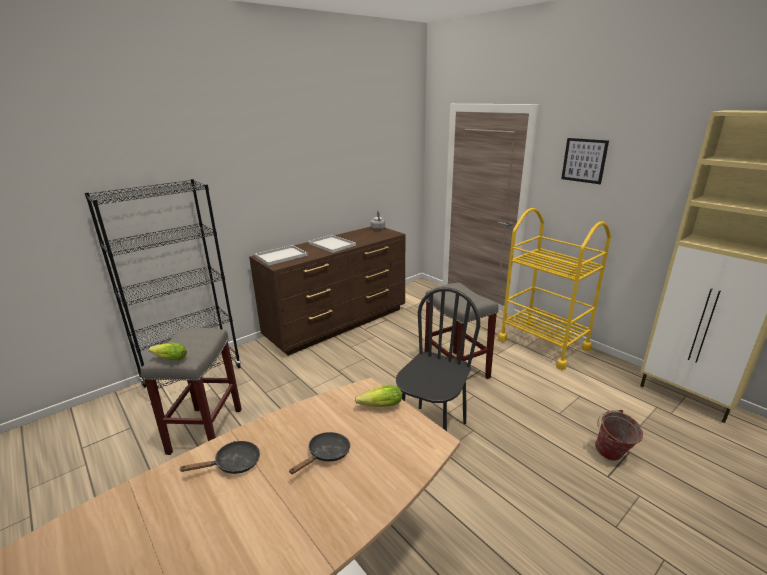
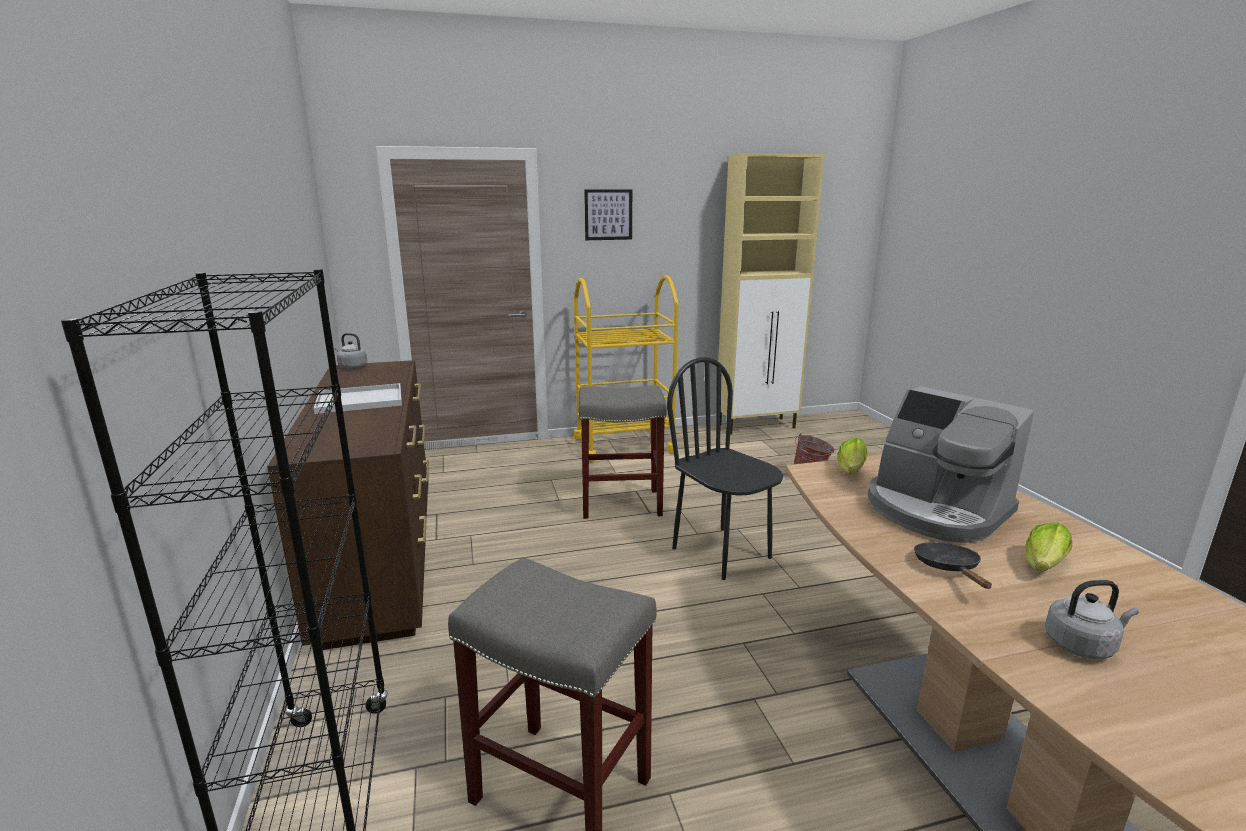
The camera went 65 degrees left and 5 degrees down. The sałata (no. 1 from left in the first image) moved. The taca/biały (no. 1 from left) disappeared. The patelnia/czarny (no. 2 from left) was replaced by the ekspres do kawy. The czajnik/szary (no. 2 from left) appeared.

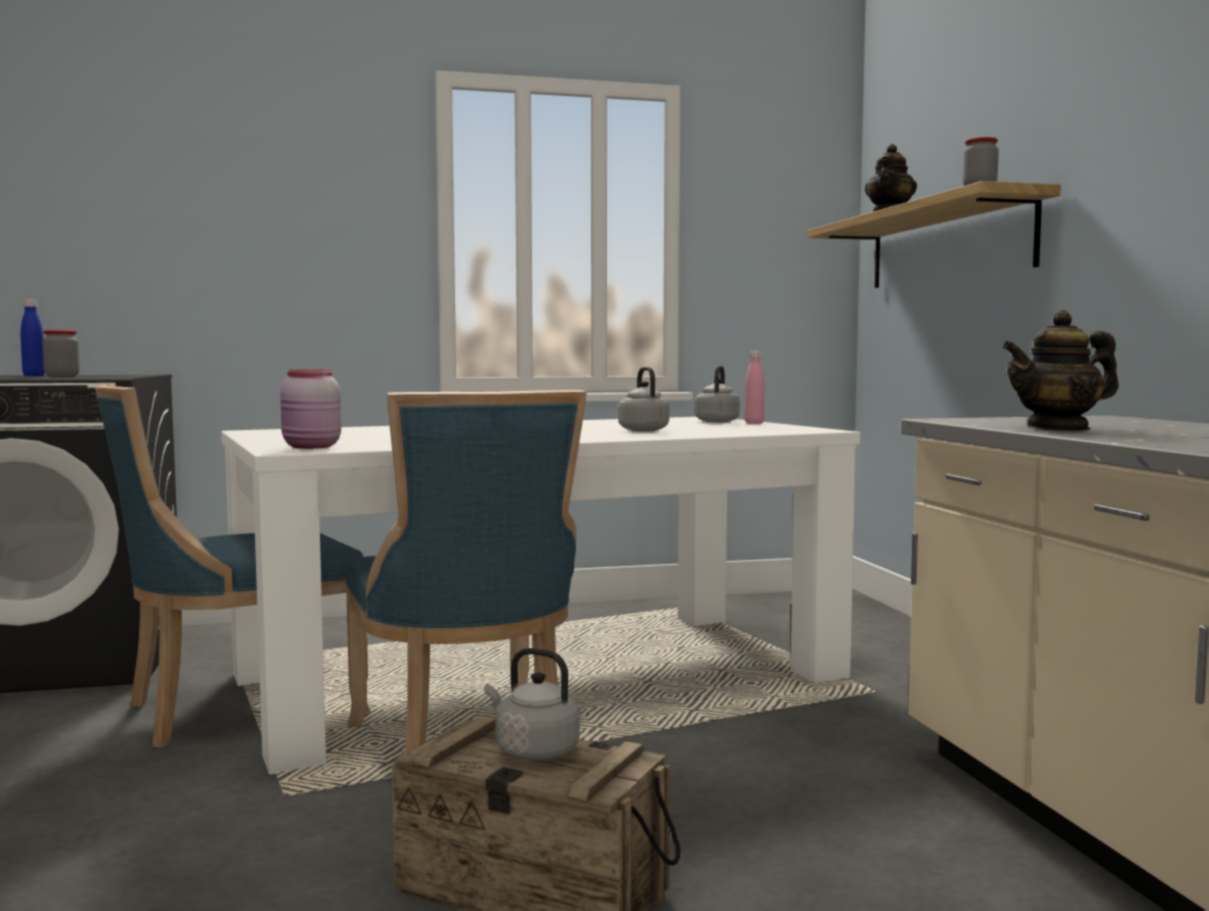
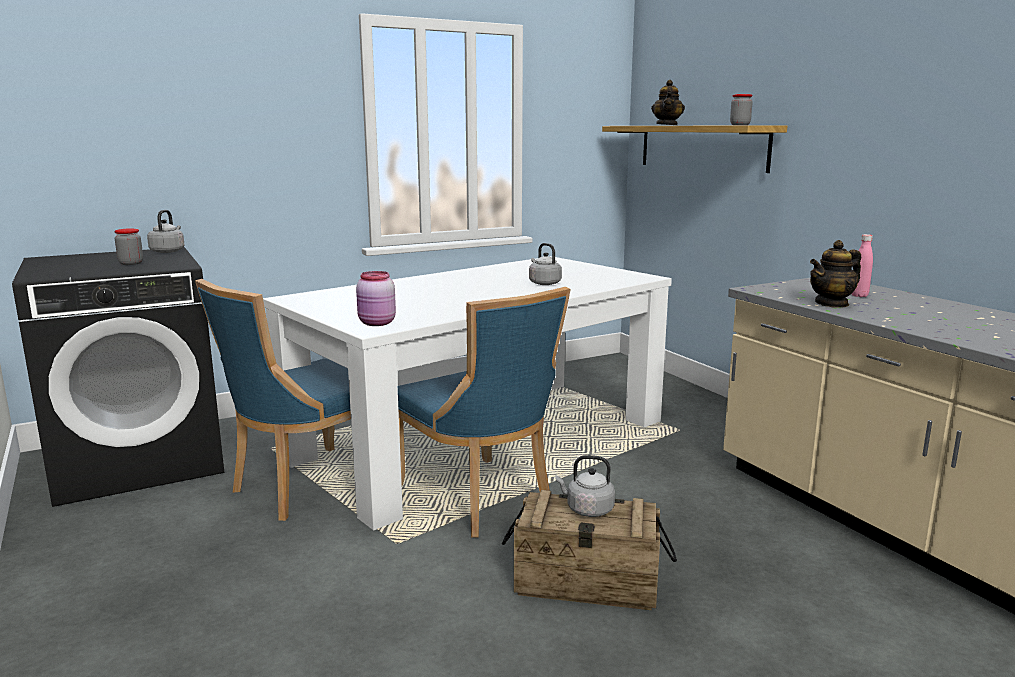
The camera went 15 degrees left and 10 degrees up. The butelka/niebieski disappeared. The czajnik/szary (no. 3 from left in the first image) moved. The butelka/różowy moved.

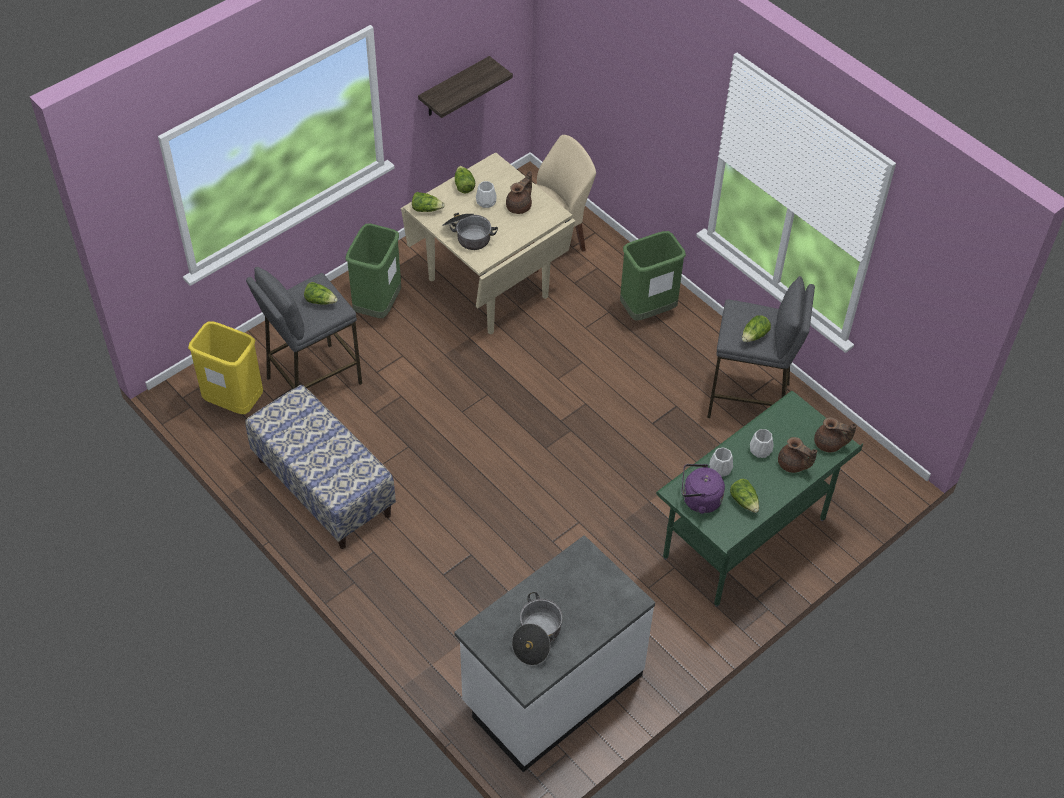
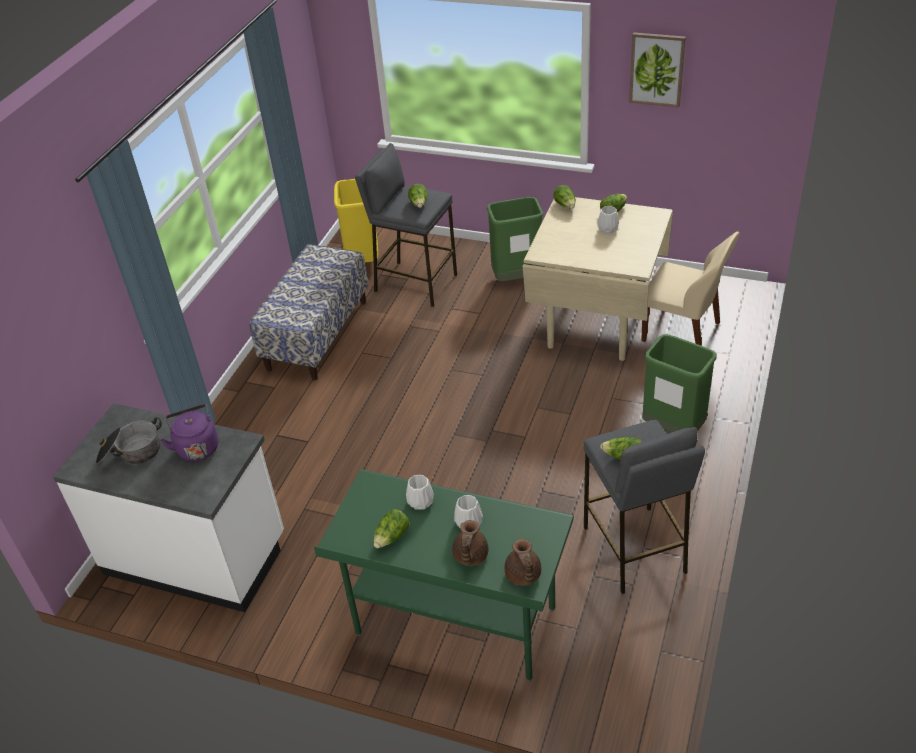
The camera went 65 degrees right and 10 degrees down. The półka disappeared. The garnek (no. 1 from left) disappeared. The imbryk/brązowy (no. 1 from left) disappeared. The czajnik/fioletowy moved. The obraz appeared.

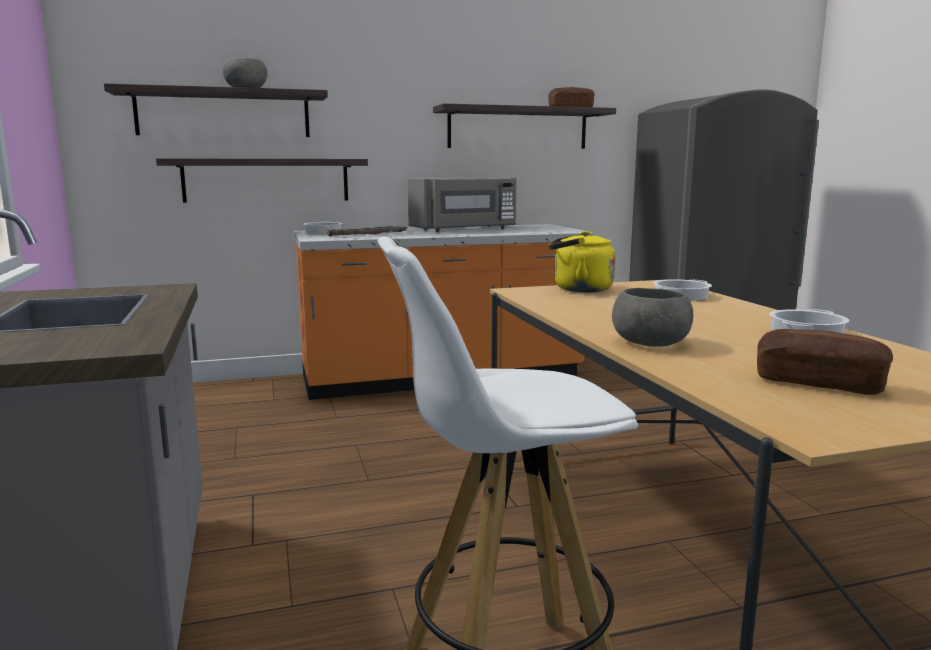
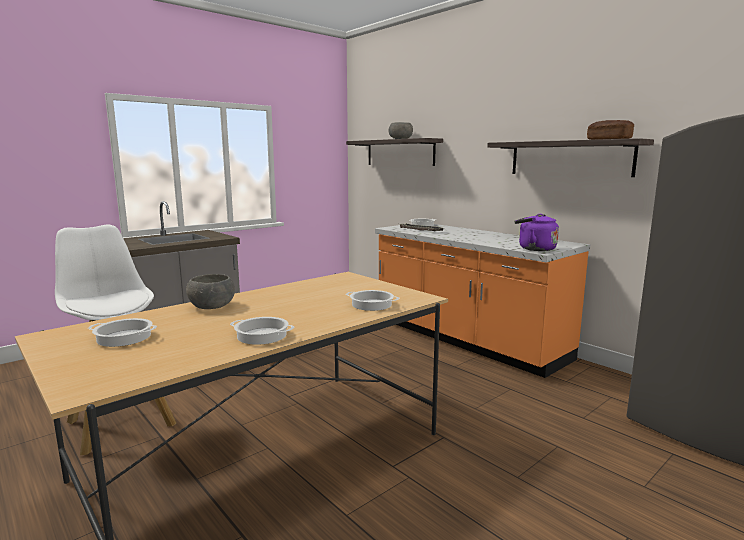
The camera went 65 degrees right and 0 degrees up. The półka (no. 2 from left) disappeared. The mikrofalówka/szary disappeared. The czajnik/żółty disappeared. The chleb (no. 2 from left) was replaced by the garnek (no. 1 from left). The czajnik/fioletowy appeared.

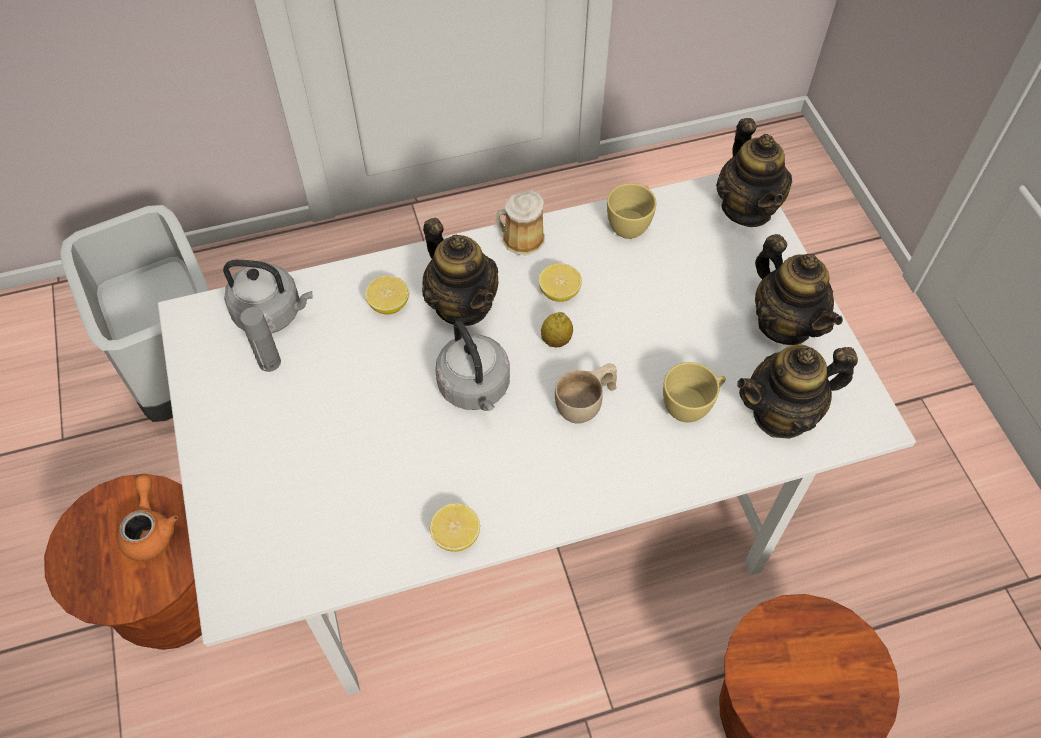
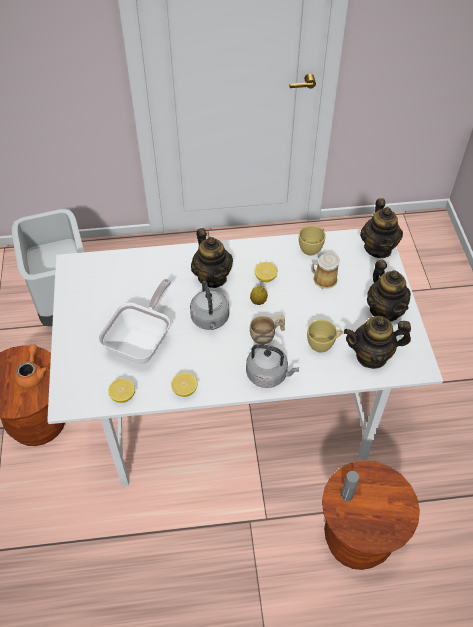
The camera went 10 degrees right and 5 degrees down. The czajnik/szary (no. 1 from left in the first image) moved. The butelka/szary moved. The cytryna (no. 1 from left) moved. The kubek moved. The patelnia appeared.

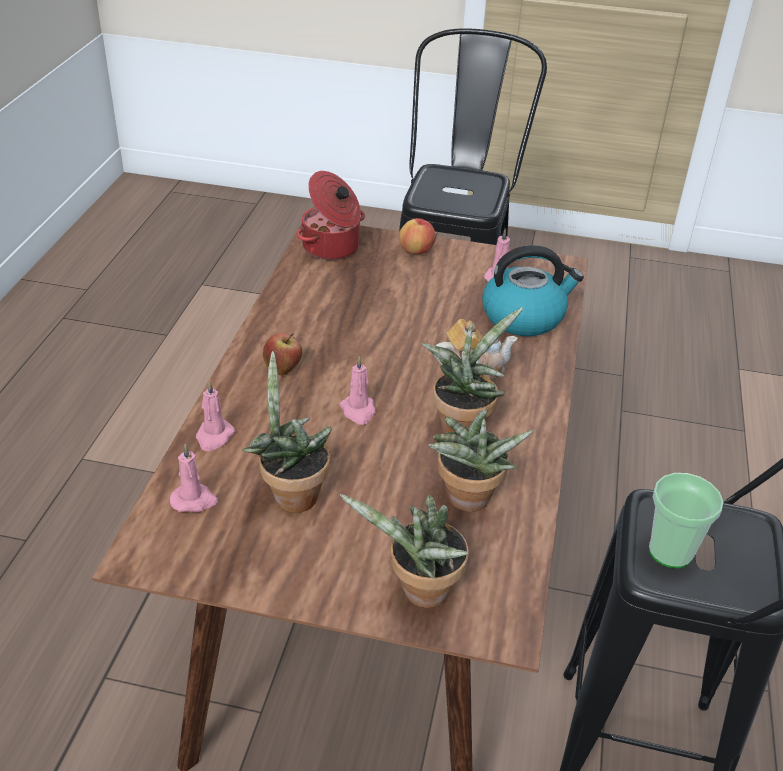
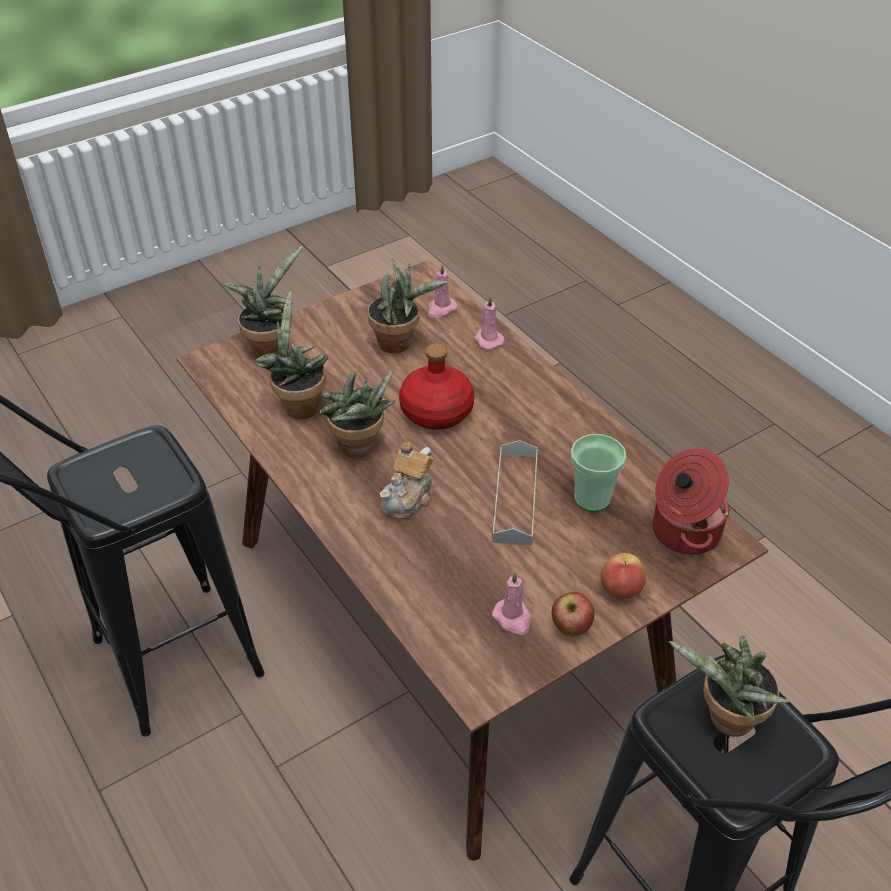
The camera went 135 degrees right and 5 degrees up. The jabłko (no. 1 from left) moved. The świeca/różowy (no. 3 from left) was replaced by the butelka/czerwony. The czajnik disappeared. The filiżanka moved. The taca/szary appeared. The roślina doniczkowa (no. 5 from left) appeared.

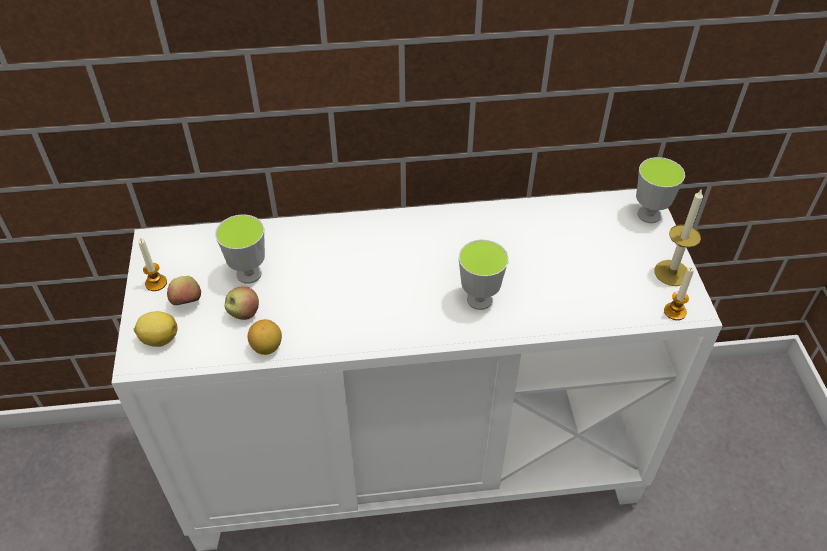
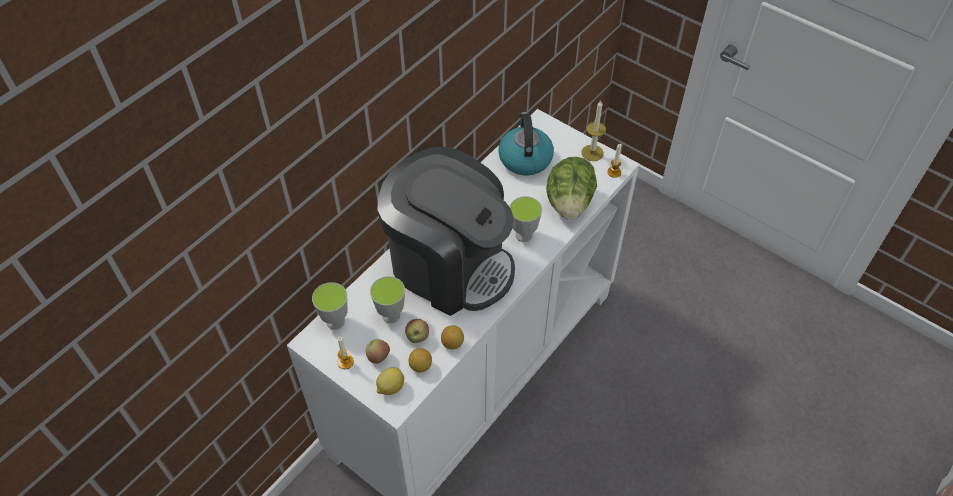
The camera went 45 degrees left and 5 degrees up. The filiżanka (no. 3 from left in the first image) moved. The ekspres do kawy appeared. The cytryna (no. 2 from left) appeared. The czajnik appeared. The sałata appeared.

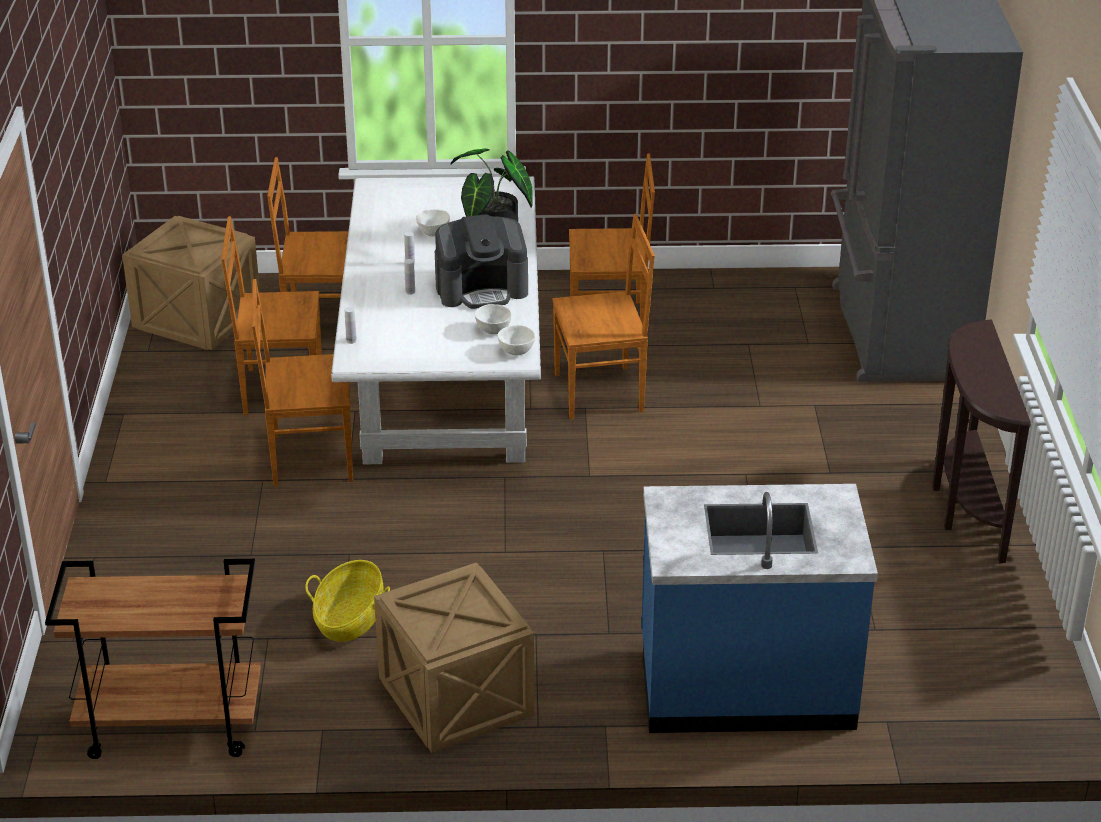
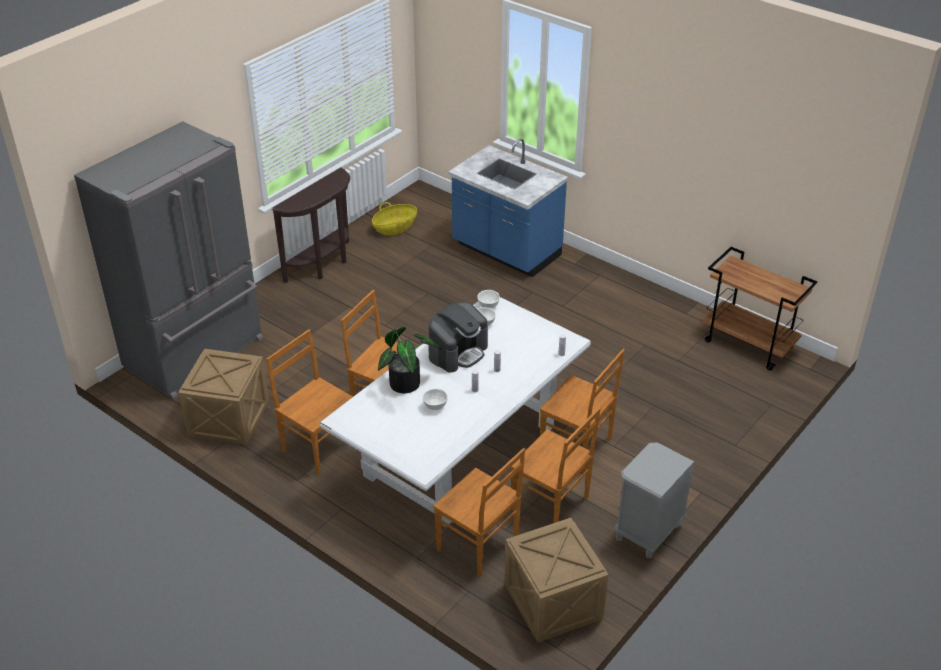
The camera went 140 degrees left and 5 degrees up. The koszyk moved. The skrzynka (no. 2 from left in the first image) moved. The ekspres do kawy turned 105 degrees clockwise. The szafka nocna/szary appeared.

